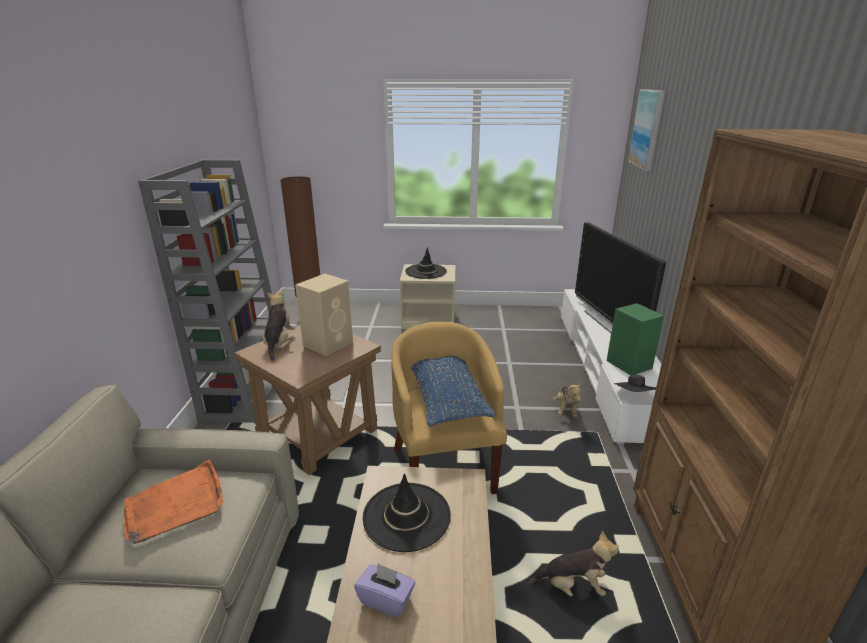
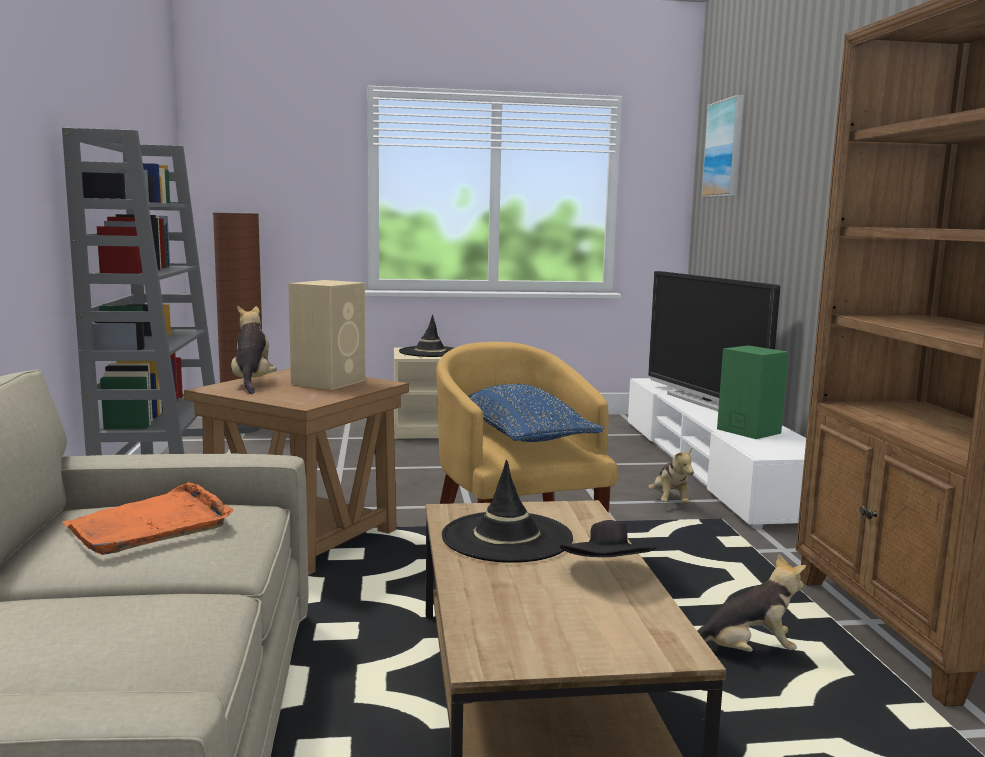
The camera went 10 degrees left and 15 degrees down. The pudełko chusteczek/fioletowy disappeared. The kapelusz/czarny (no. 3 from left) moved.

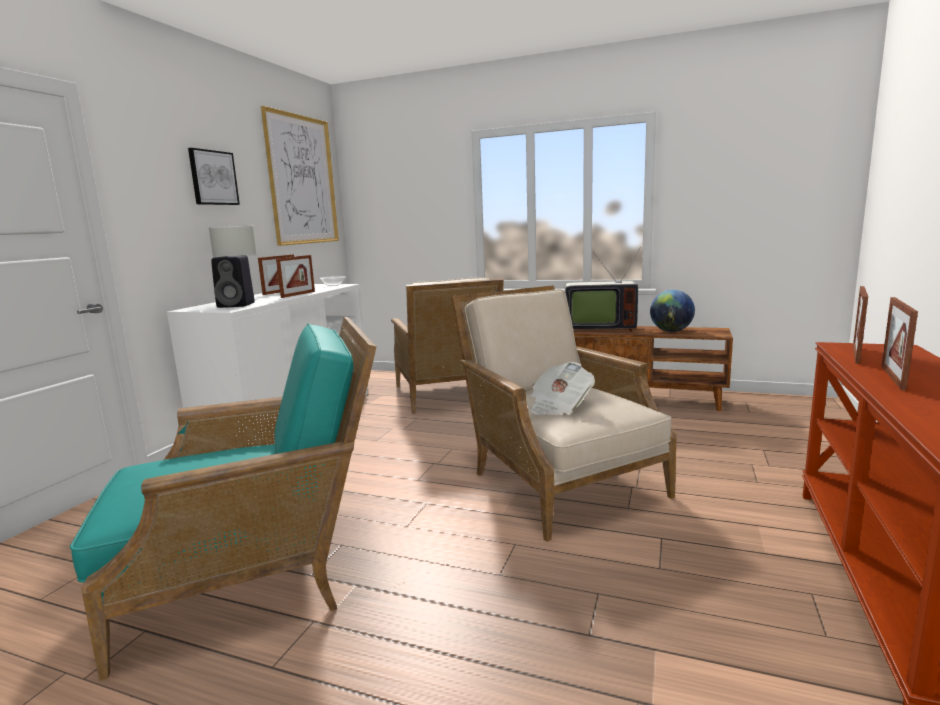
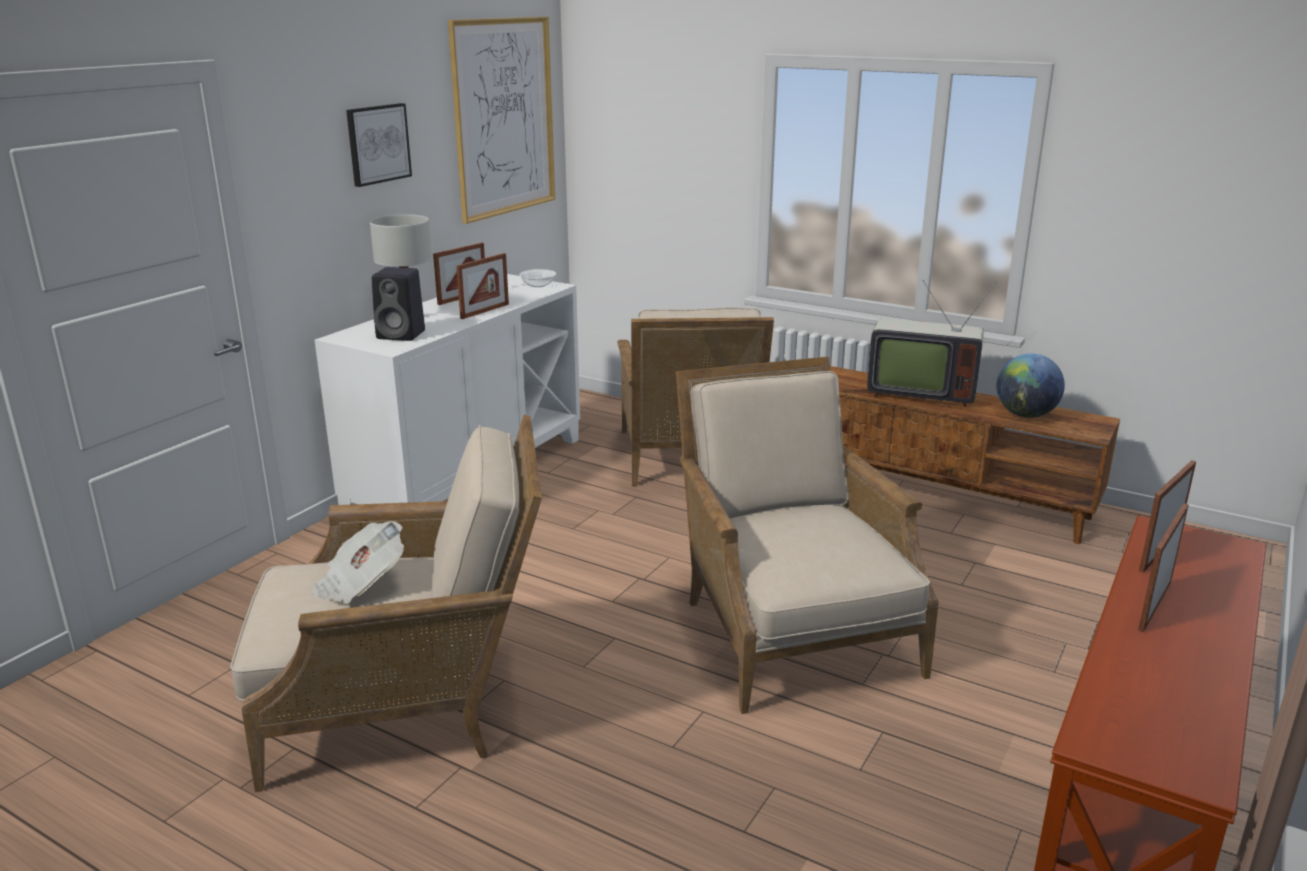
The camera went 10 degrees right and 10 degrees up. The fotel/turkusowy became the fotel/beżowy (no. 1 from left). The gazeta moved.

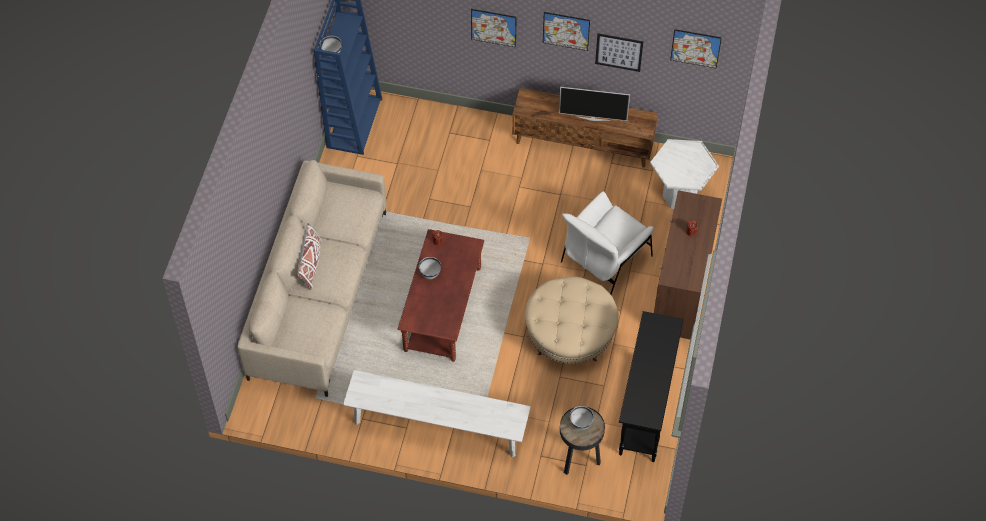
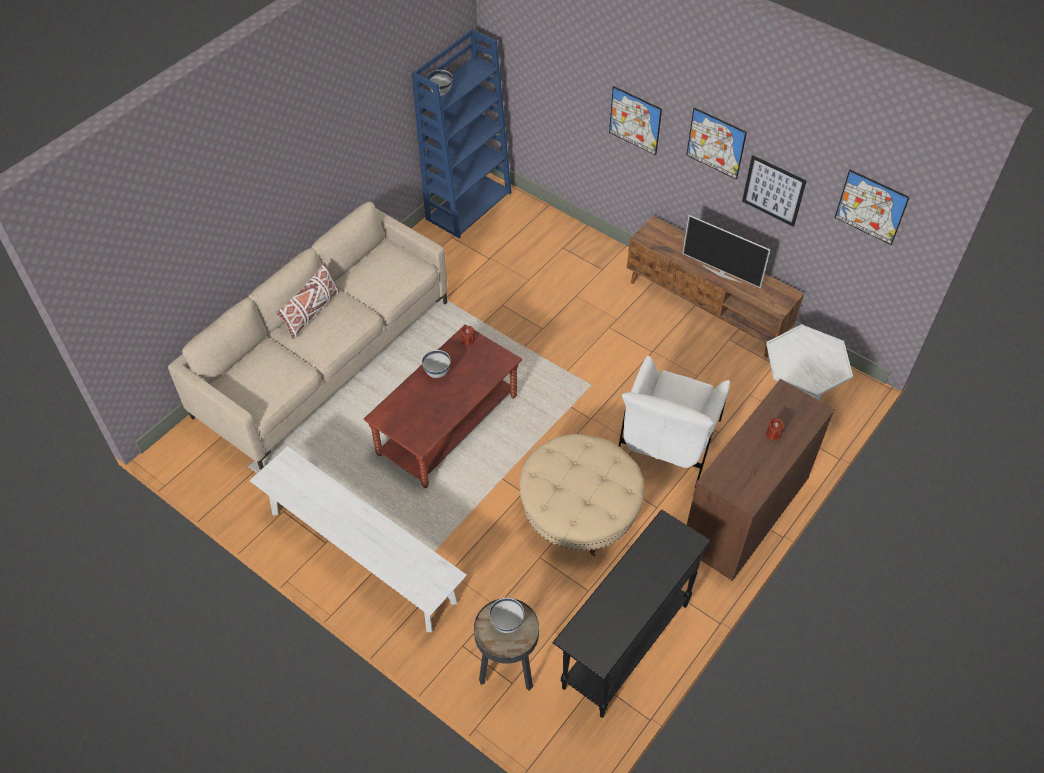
The camera went 25 degrees right and 5 degrees down. The fotel/biały turned 45 degrees counterclockwise.

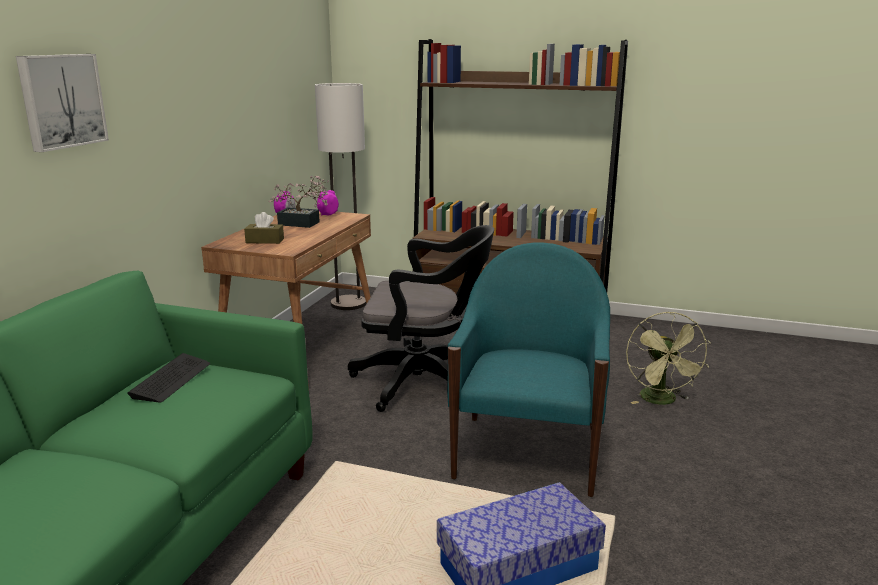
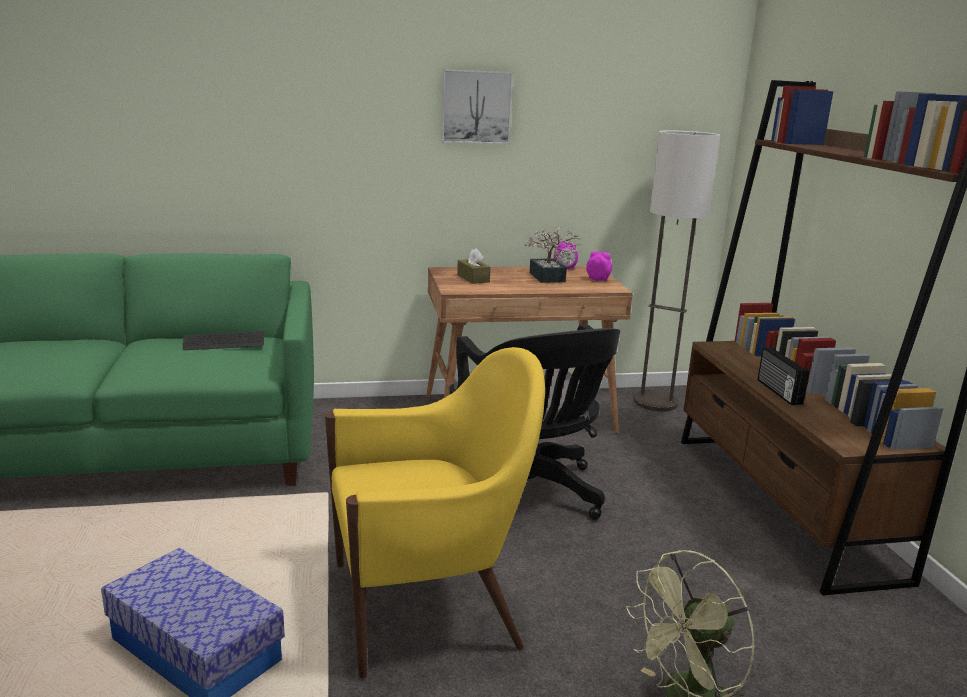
The camera went 60 degrees right and 0 degrees up. The obraz moved. The fotel/turkusowy became the fotel/żółty. The radio appeared.

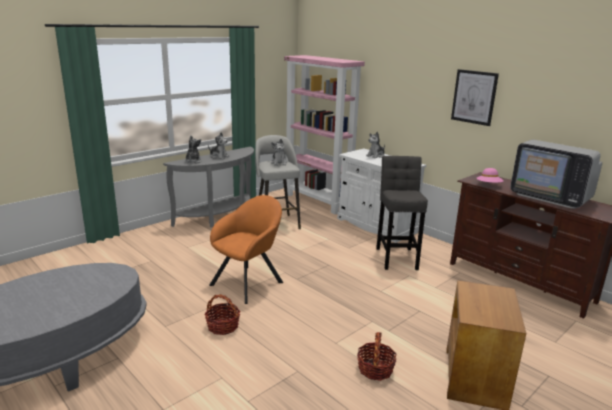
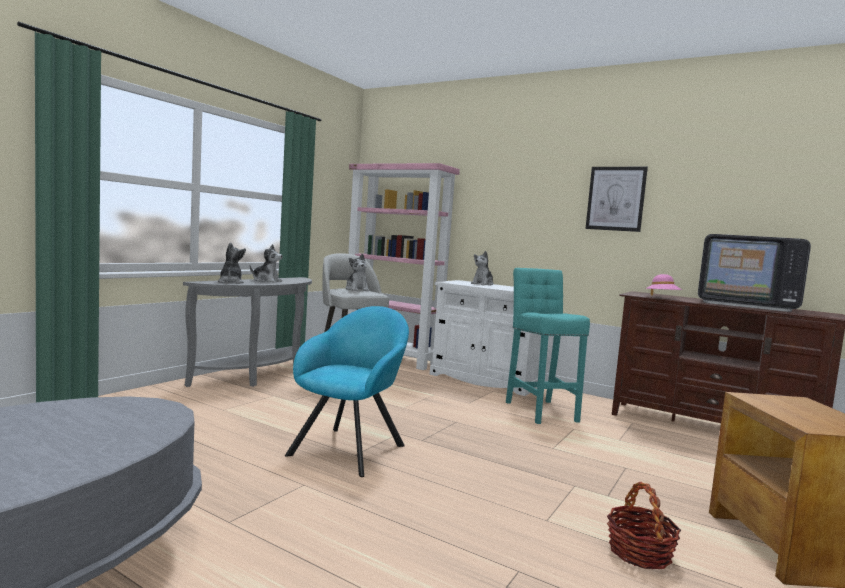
The camera went 15 degrees left and 15 degrees down. The koszyk (no. 1 from left) disappeared. The fotel/pomarańczowy became the fotel/turkusowy. The stołek/szary (no. 2 from left) became the stołek/turkusowy.

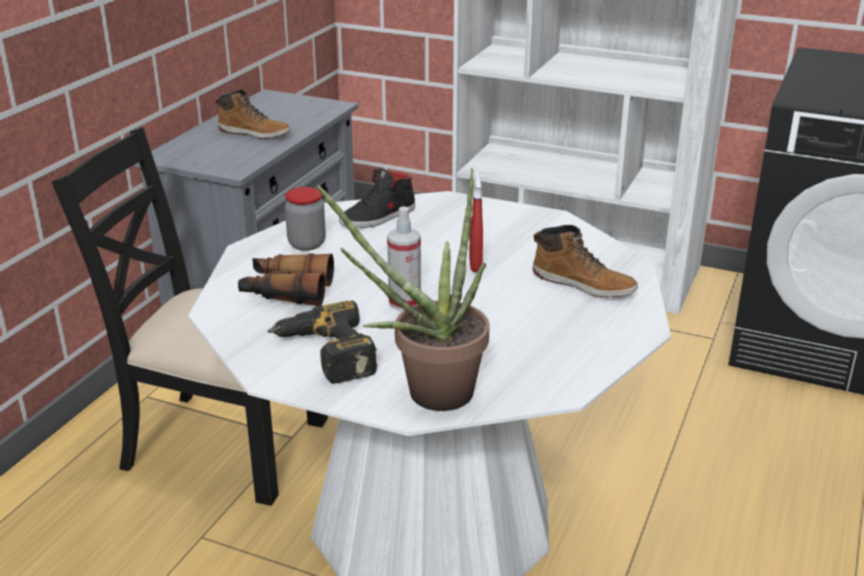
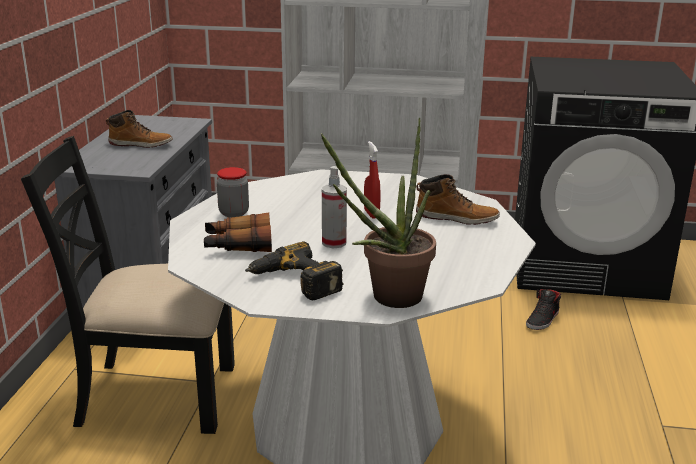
The camera went 15 degrees left and 5 degrees down. The but/czarny moved.

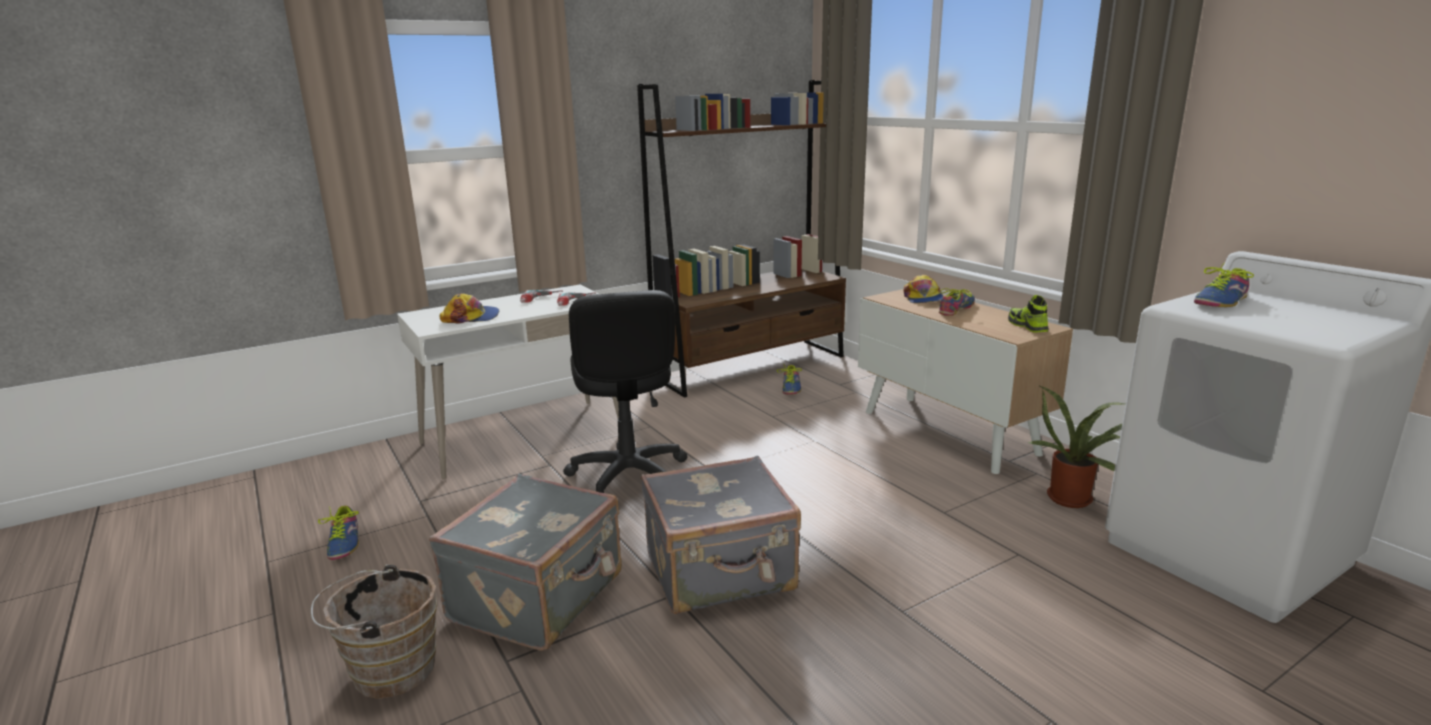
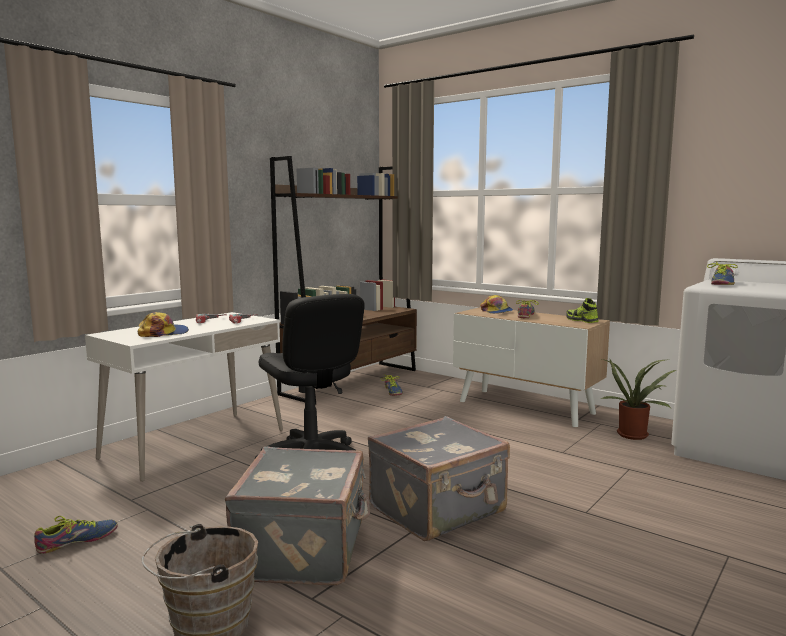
The camera went 20 degrees left and 10 degrees down. The but (no. 1 from left) turned 90 degrees counterclockwise.

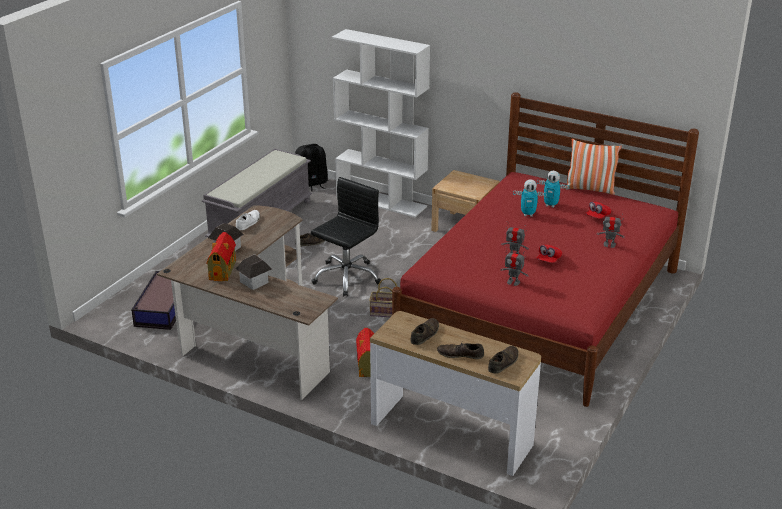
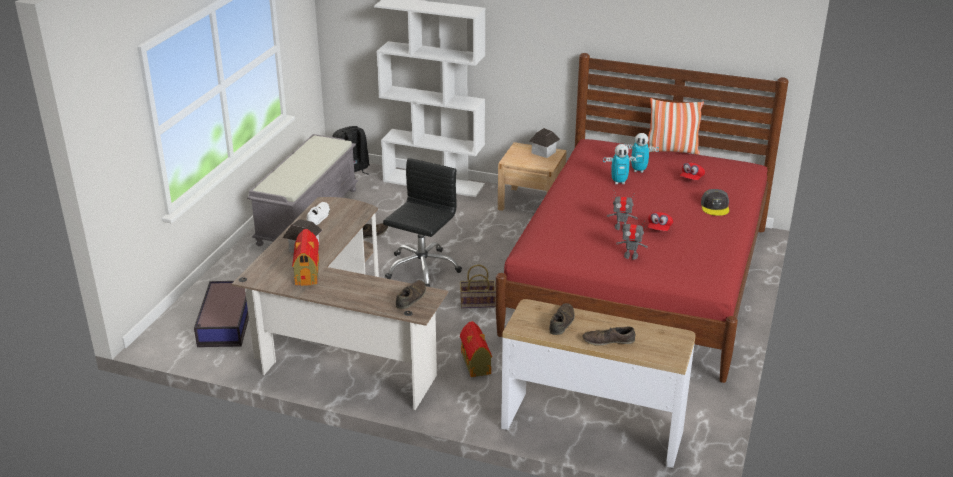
The camera went 10 degrees left and 0 degrees up. The domek (no. 3 from left in the first image) moved. The but/brązowy (no. 4 from left in the first image) moved. The robot zabawkowy (no. 5 from left) was replaced by the czapka z daszkiem/szary.

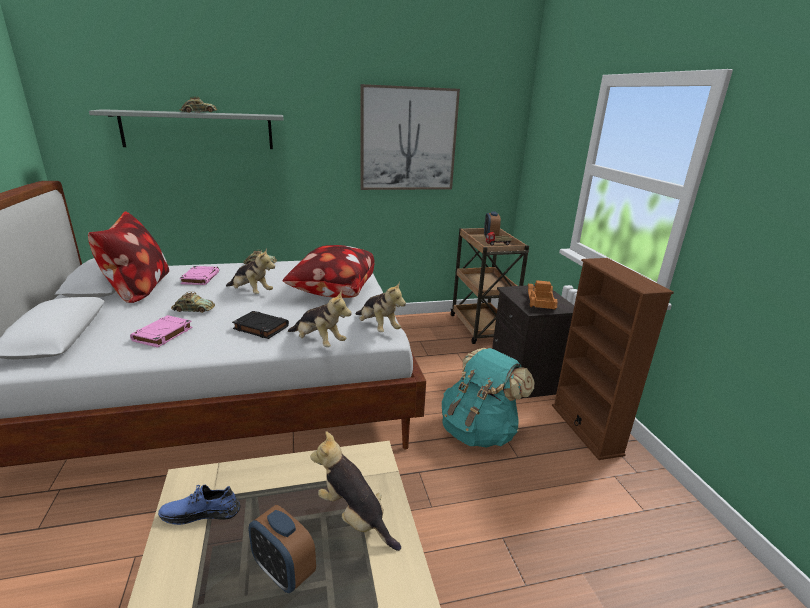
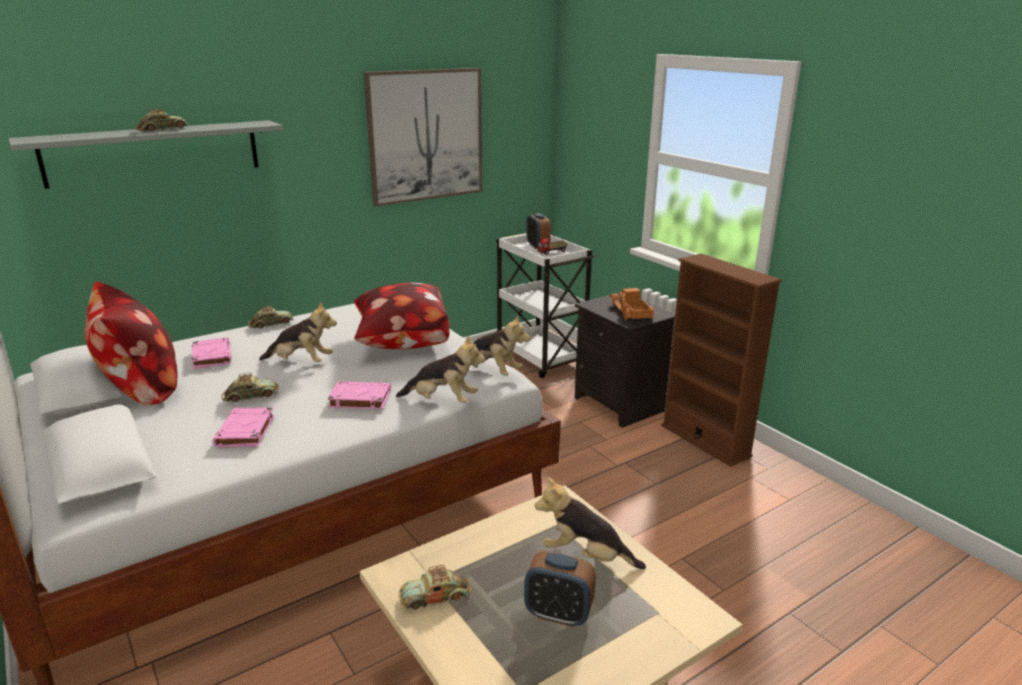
The camera went 20 degrees left and 0 degrees up. The but/niebieski was replaced by the samochodzik (no. 4 from left). The książka/czarny became the książka/różowy (no. 3 from left). The plecak/turkusowy disappeared. The wózek/brązowy became the wózek/biały.

